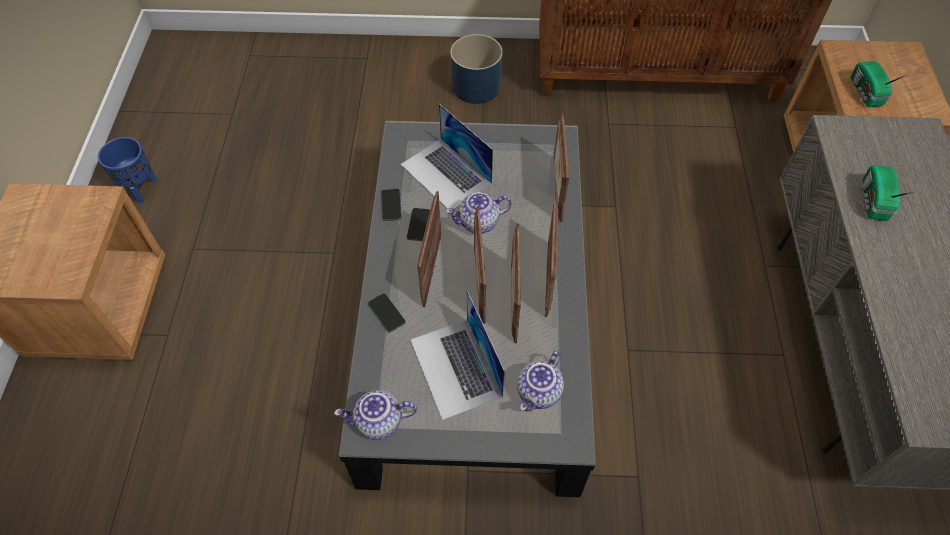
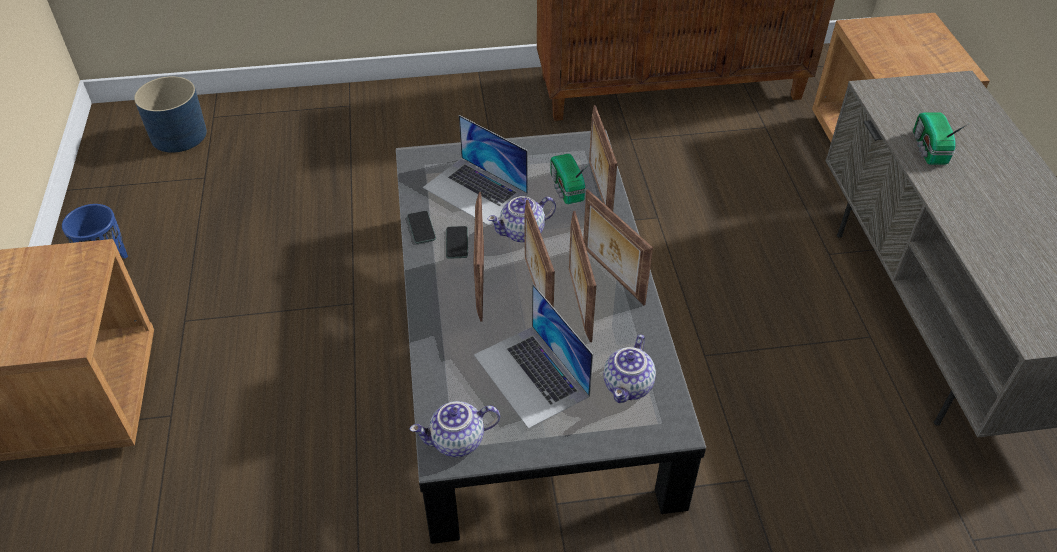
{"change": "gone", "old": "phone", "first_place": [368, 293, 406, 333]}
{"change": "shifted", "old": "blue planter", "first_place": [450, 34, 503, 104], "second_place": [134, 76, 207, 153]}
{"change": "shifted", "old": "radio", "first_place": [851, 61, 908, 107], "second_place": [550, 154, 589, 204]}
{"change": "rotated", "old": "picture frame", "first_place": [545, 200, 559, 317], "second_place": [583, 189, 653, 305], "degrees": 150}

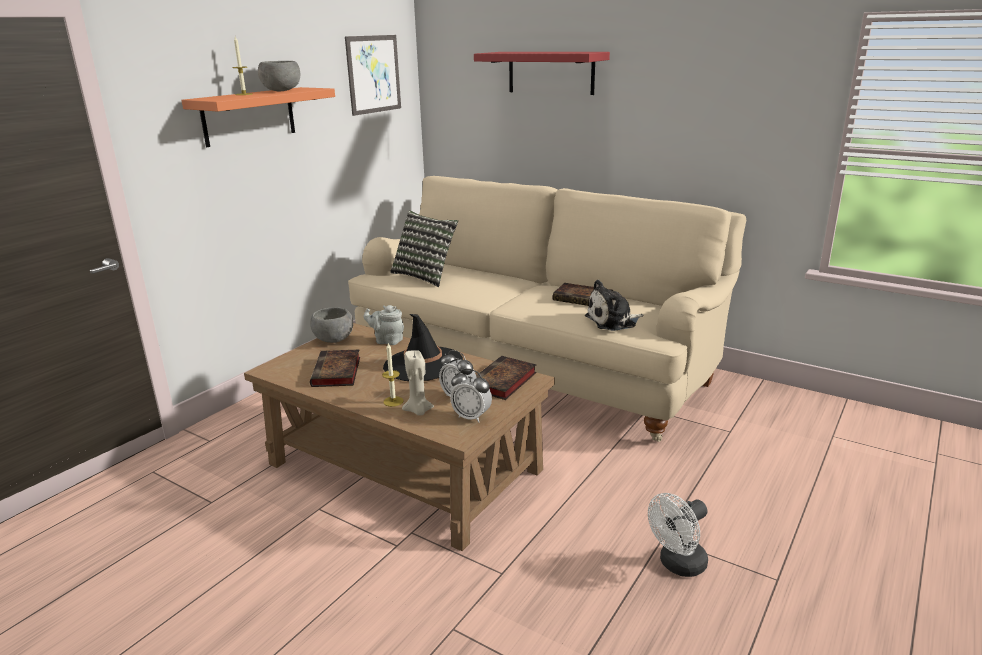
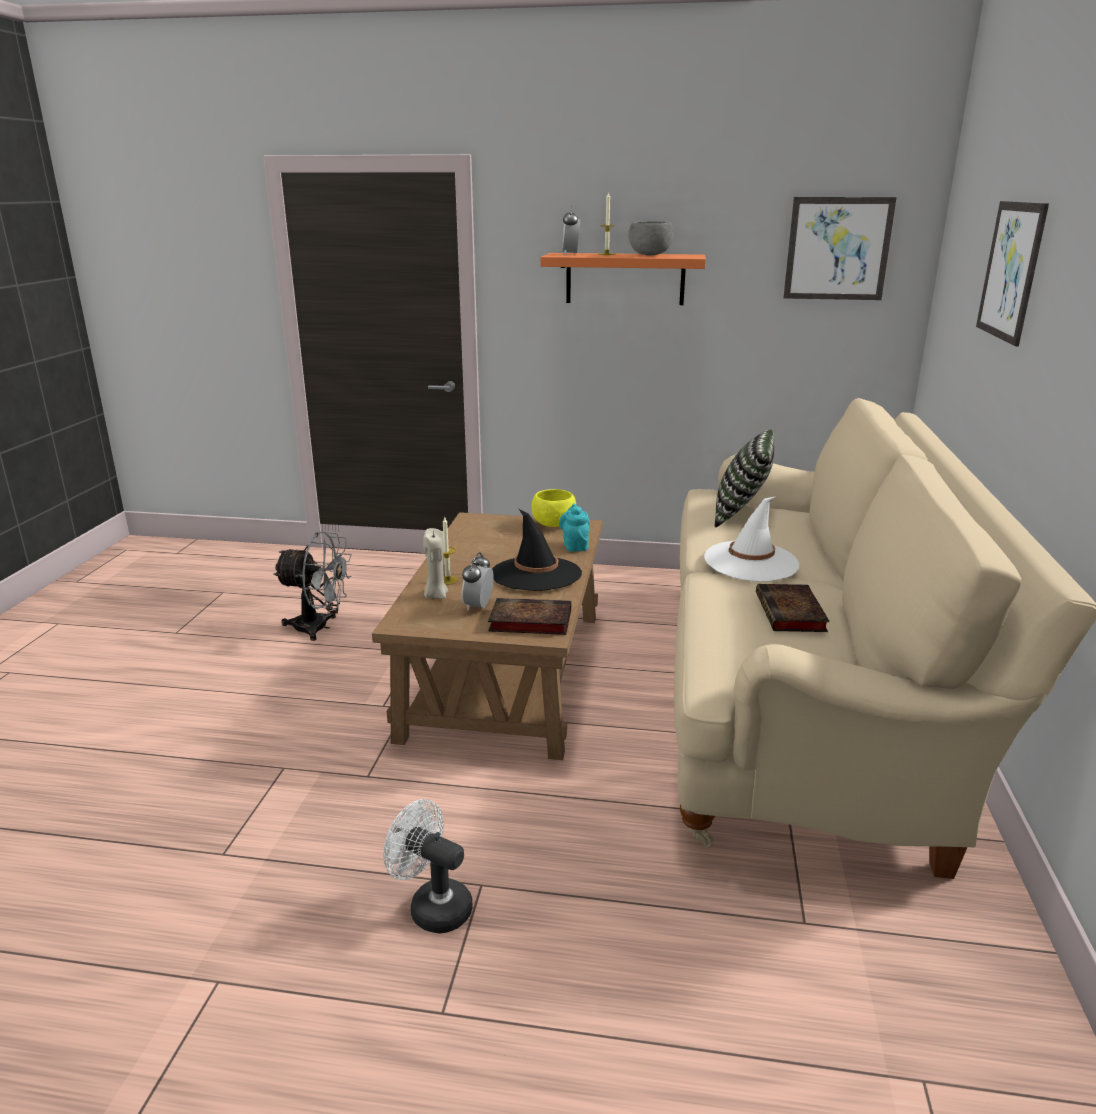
{"change": "gone", "old": "book", "first_place": [310, 349, 360, 387]}
{"change": "gone", "old": "plush toy", "first_place": [585, 280, 644, 331]}
{"change": "new", "new": "grey fan", "second_place": [273, 531, 352, 641]}
{"change": "new", "new": "white hat", "second_place": [704, 496, 799, 582]}
{"change": "shifted", "old": "alarm clock", "first_place": [450, 369, 492, 423], "second_place": [562, 206, 580, 255]}
{"change": "swapped", "old": "red shelf", "new": "picture", "first_place": [474, 52, 610, 95], "second_place": [976, 201, 1049, 346]}
{"change": "repainted", "old": "grey bowl", "new": "yellow bowl", "first_place": [310, 307, 353, 343], "second_place": [531, 489, 576, 527]}
{"change": "repainted", "old": "grey teapot", "new": "turquoise teapot", "first_place": [364, 305, 404, 345], "second_place": [559, 503, 590, 551]}

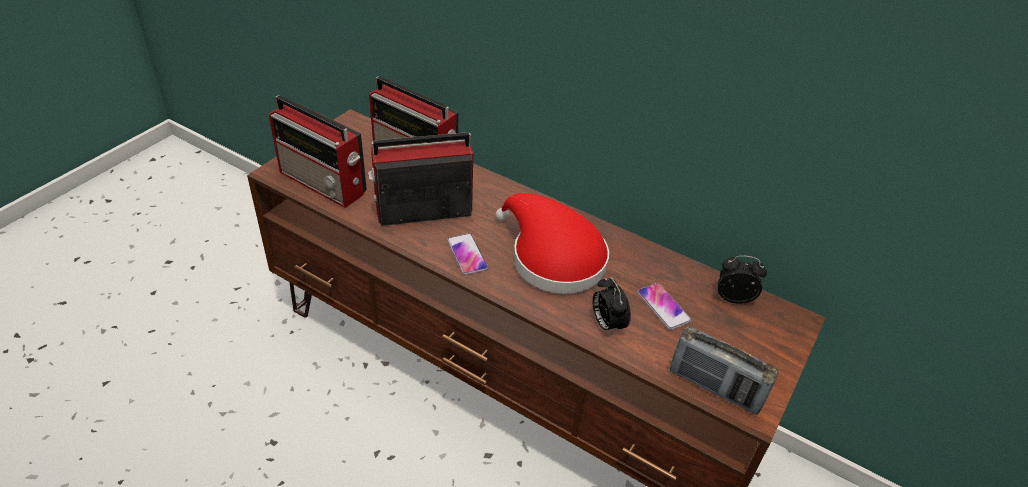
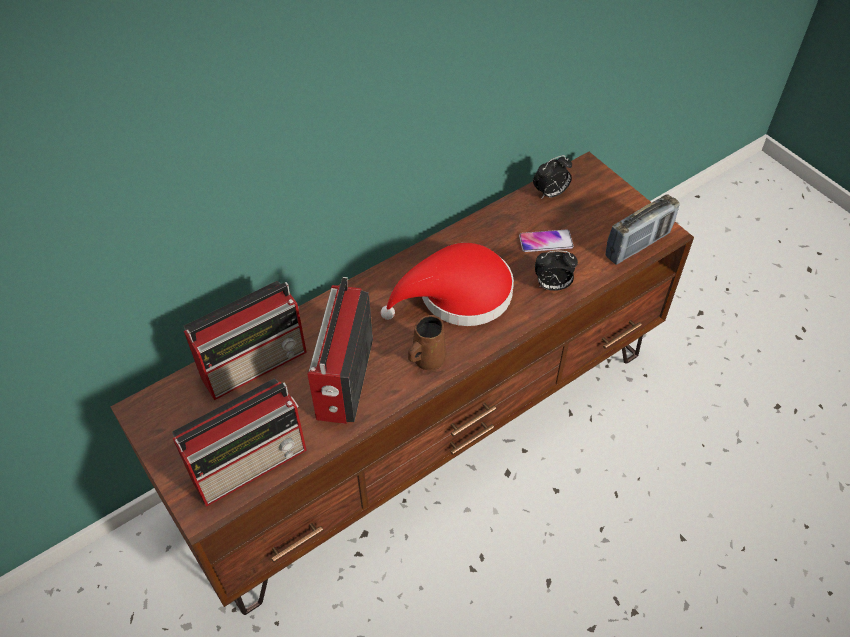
{"change": "swapped", "old": "phone", "new": "brown mug", "first_place": [447, 233, 488, 275], "second_place": [408, 315, 447, 370]}
{"change": "rotated", "old": "alarm clock", "first_place": [718, 255, 767, 304], "second_place": [533, 155, 572, 199], "degrees": -150}

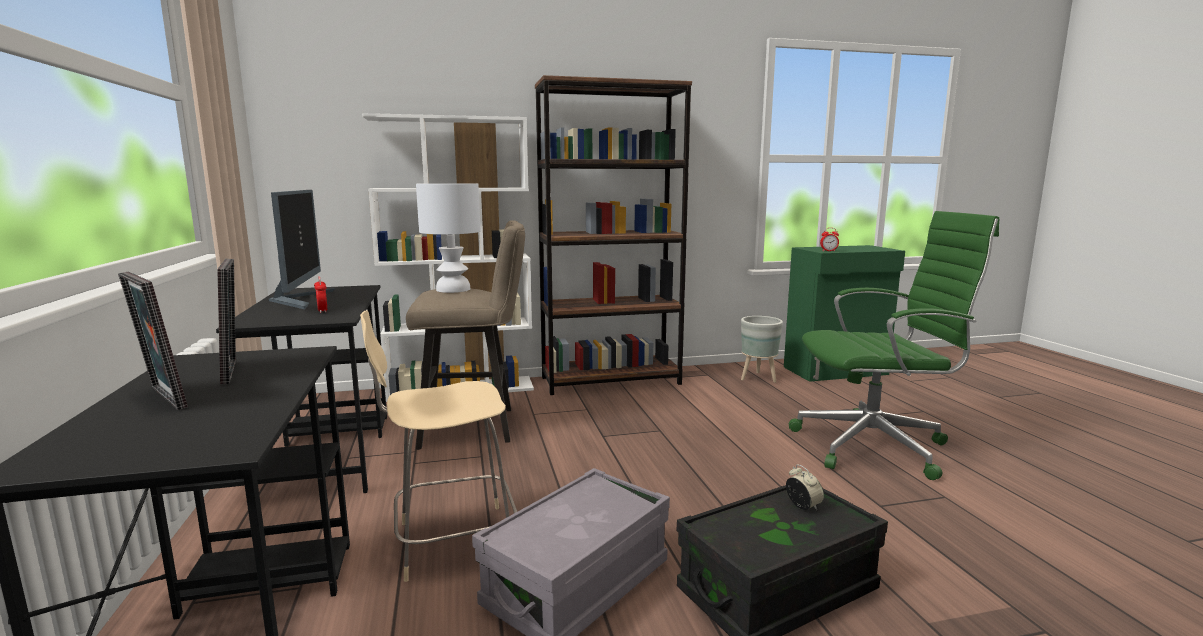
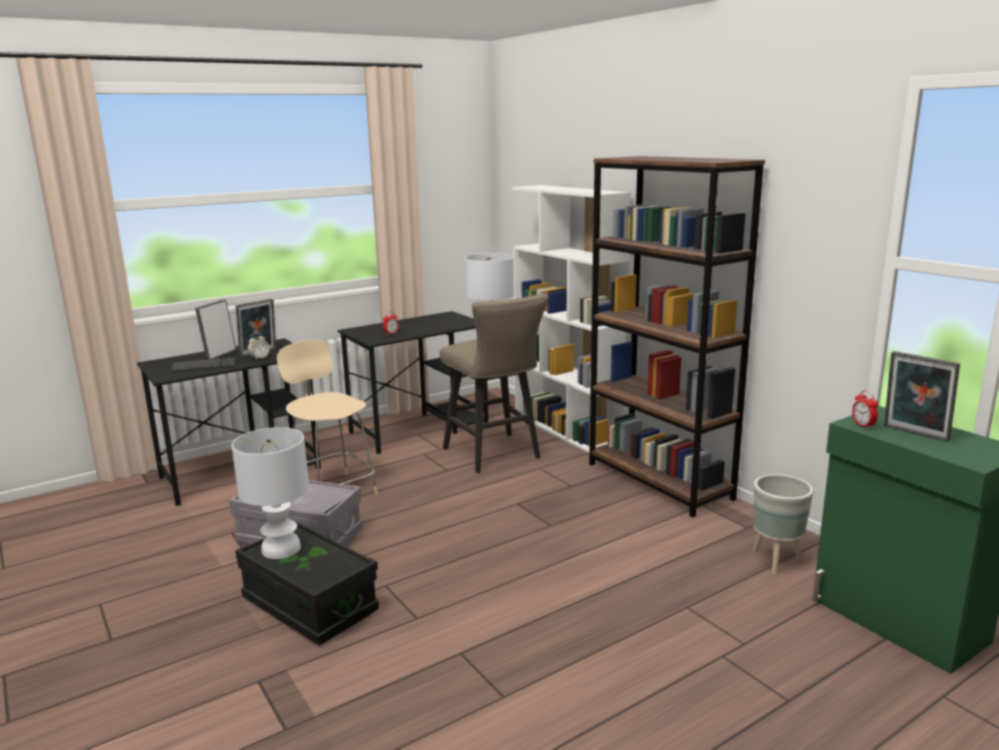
{"change": "gone", "old": "monitor", "first_place": [269, 190, 334, 309]}
{"change": "gone", "old": "green office chair", "first_place": [789, 211, 999, 480]}
{"change": "new", "new": "keyboard", "second_place": [170, 357, 236, 372]}
{"change": "new", "new": "white table lamp", "second_place": [232, 427, 309, 559]}
{"change": "new", "new": "picture frame", "second_place": [884, 351, 960, 442]}
{"change": "shifted", "old": "alarm clock", "first_place": [786, 464, 824, 510], "second_place": [248, 333, 269, 360]}

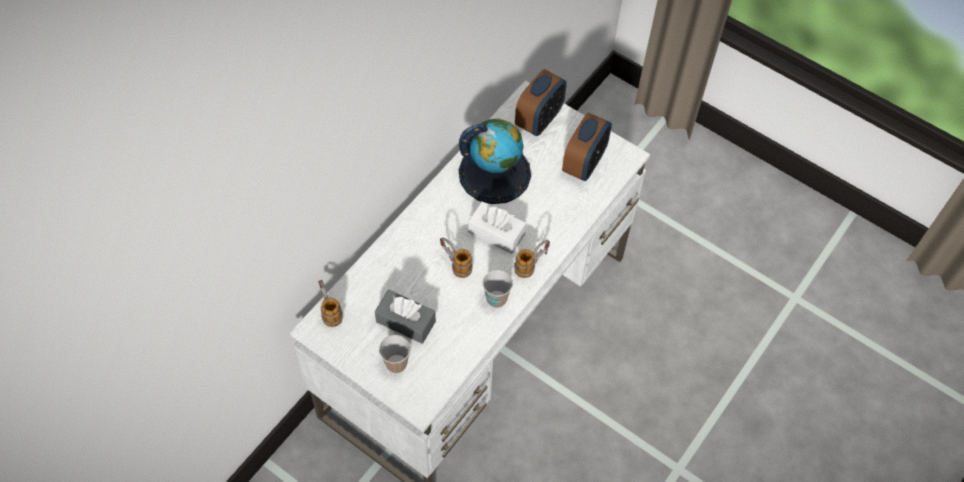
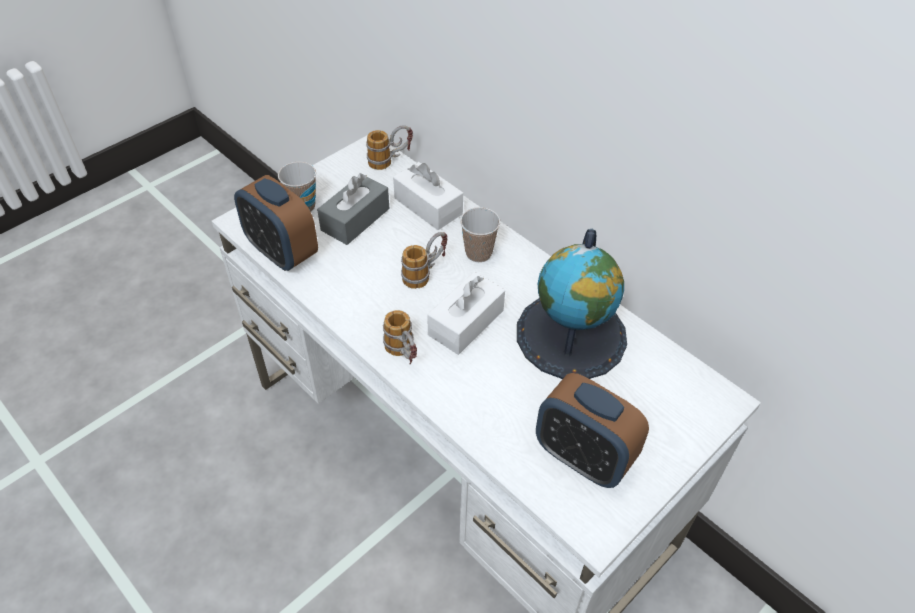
{"change": "new", "new": "white tissue box", "second_place": [393, 162, 463, 230]}
{"change": "shifted", "old": "cup", "first_place": [483, 270, 513, 308], "second_place": [460, 207, 500, 262]}
{"change": "shifted", "old": "alarm clock", "first_place": [515, 69, 567, 136], "second_place": [234, 175, 318, 271]}

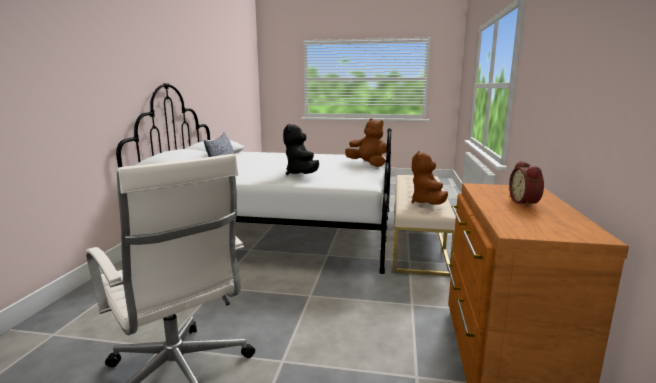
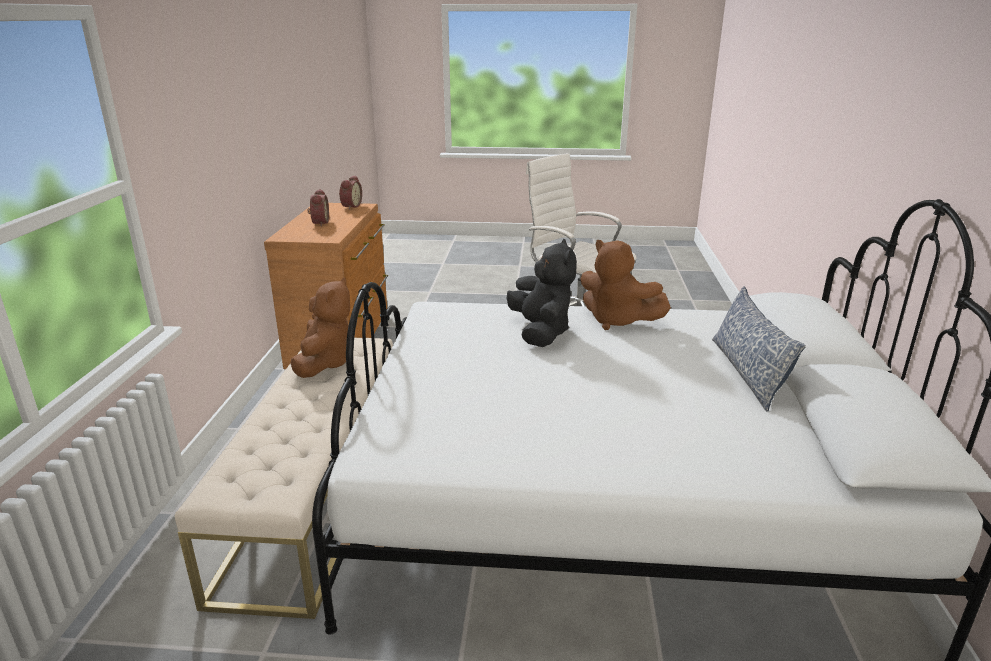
{"change": "new", "new": "alarm clock", "second_place": [339, 176, 362, 210]}
{"change": "shifted", "old": "brown plush toy", "first_place": [345, 119, 387, 167], "second_place": [580, 239, 671, 330]}

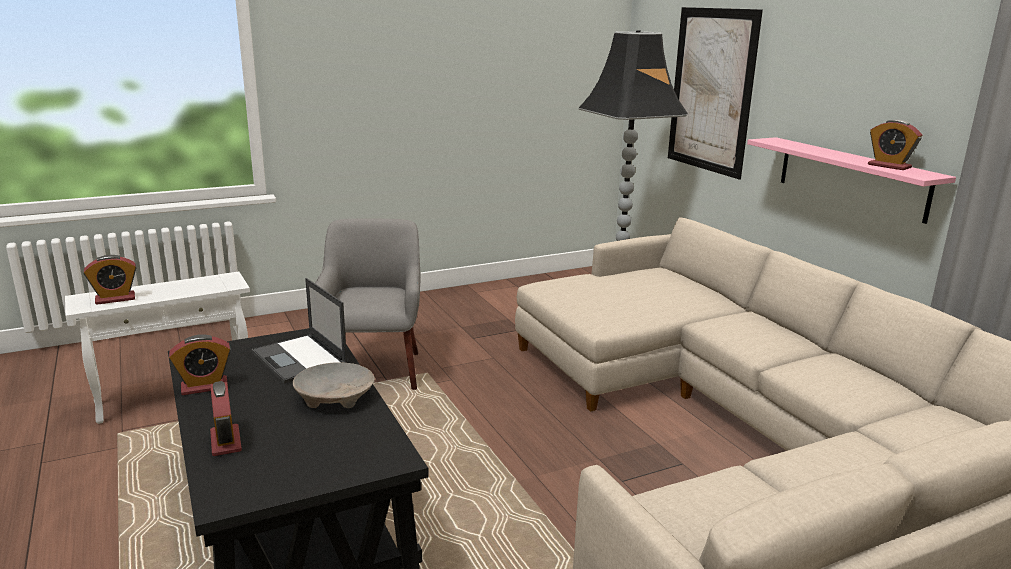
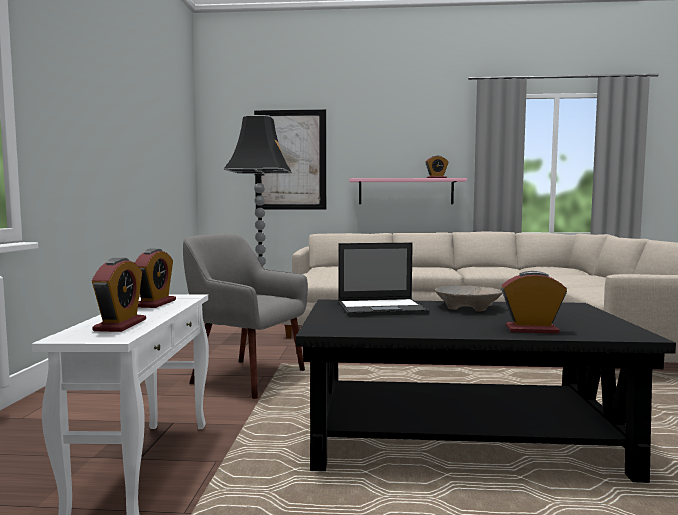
{"change": "shifted", "old": "alarm clock", "first_place": [169, 334, 231, 395], "second_place": [135, 249, 176, 308]}

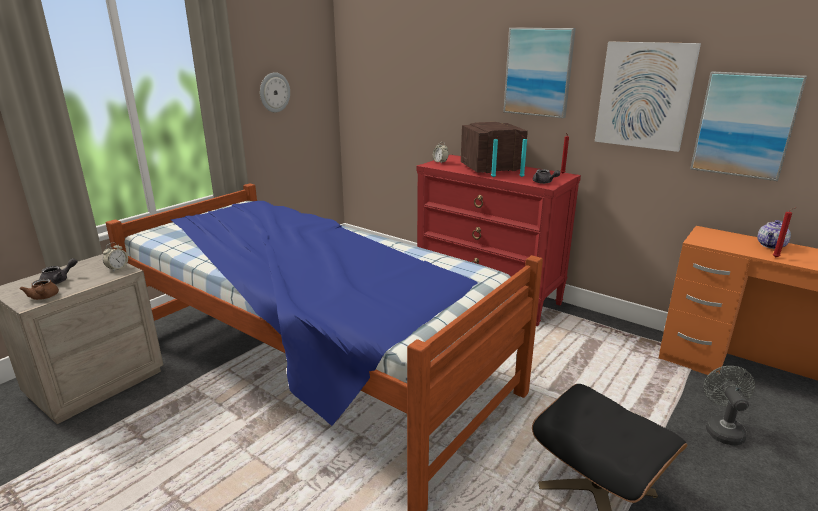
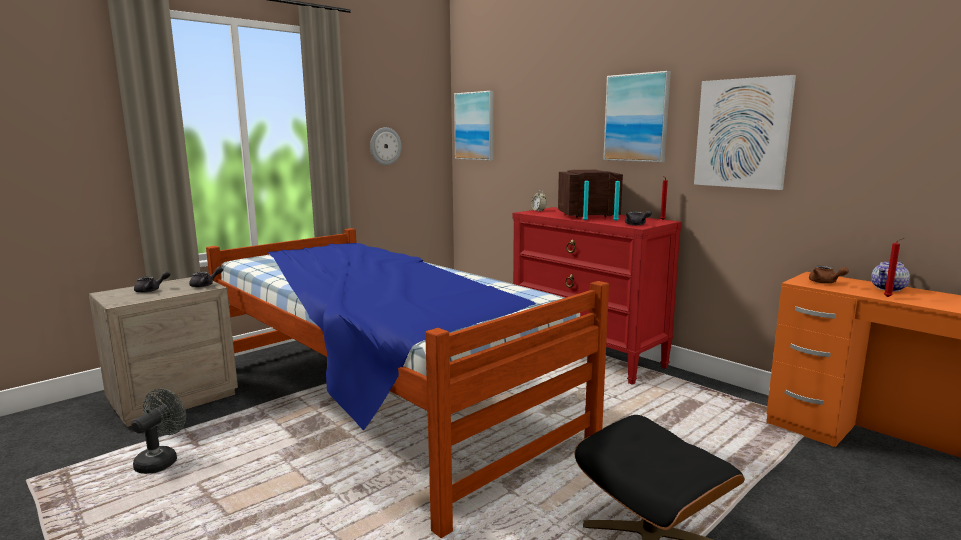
{"change": "shifted", "old": "brown teapot", "first_place": [20, 279, 59, 300], "second_place": [809, 266, 849, 284]}
{"change": "shifted", "old": "picture", "first_place": [690, 71, 807, 181], "second_place": [454, 91, 493, 160]}
{"change": "shifted", "old": "grey fan", "first_place": [703, 366, 755, 445], "second_place": [131, 389, 186, 474]}
{"change": "swapped", "old": "alarm clock", "new": "grey teapot", "first_place": [103, 243, 128, 272], "second_place": [189, 266, 223, 287]}

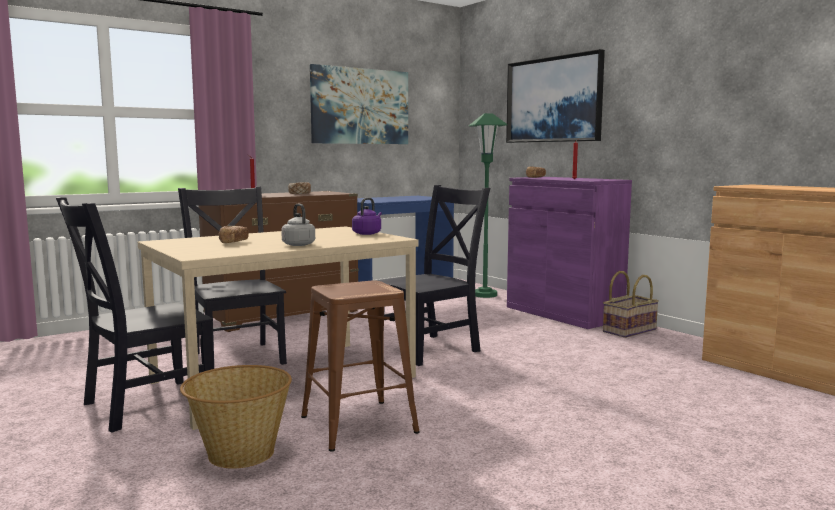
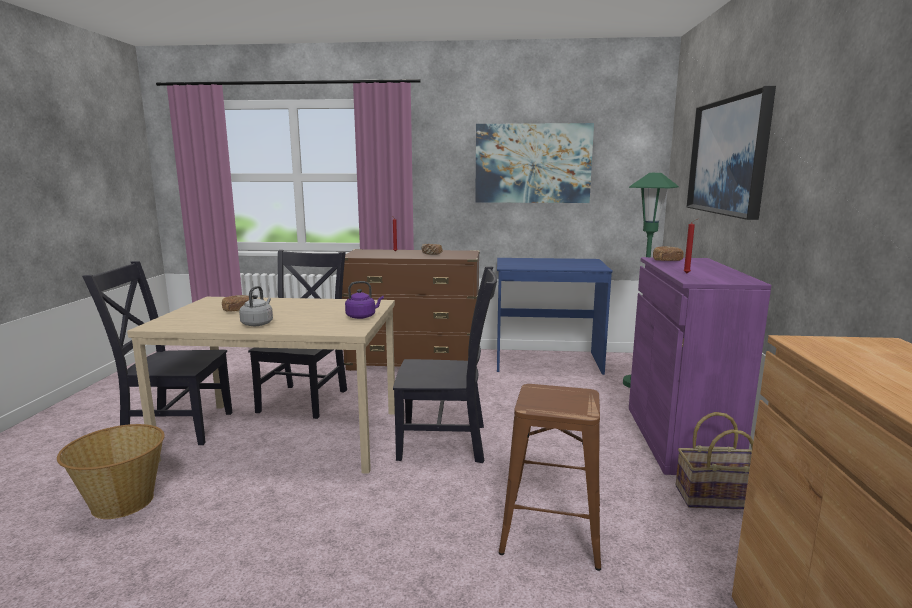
{"change": "shifted", "old": "brown stool", "first_place": [301, 281, 420, 452], "second_place": [499, 384, 601, 571]}

